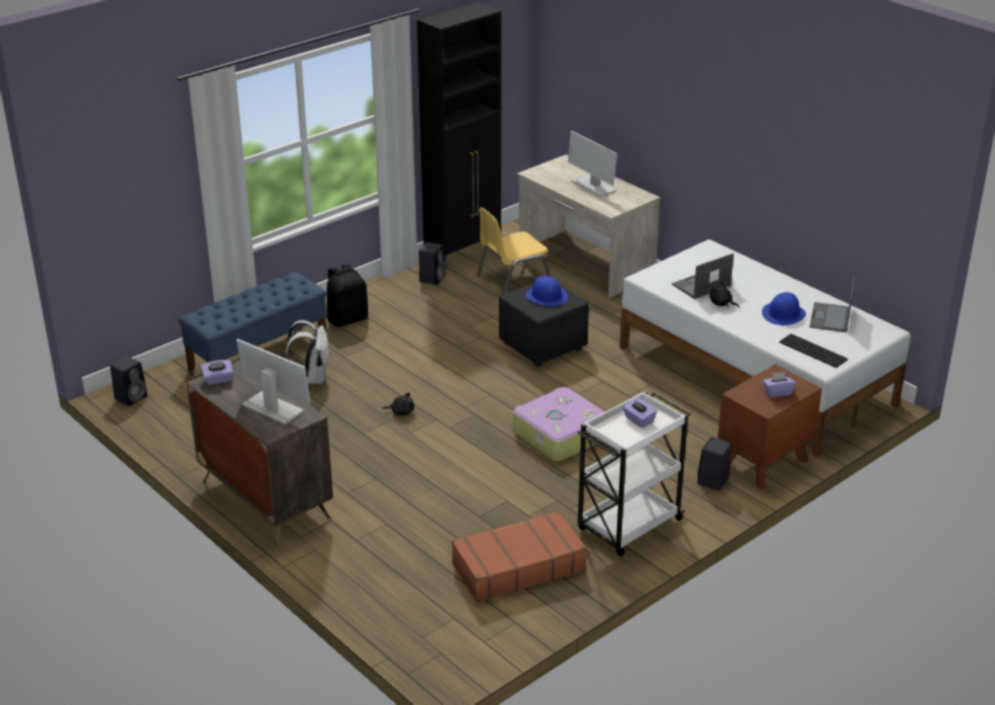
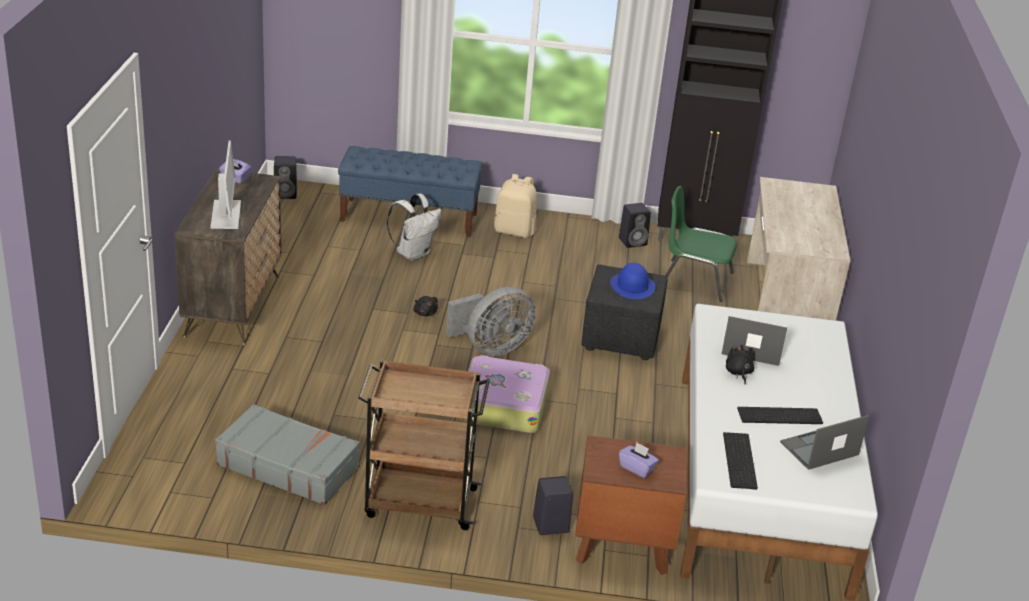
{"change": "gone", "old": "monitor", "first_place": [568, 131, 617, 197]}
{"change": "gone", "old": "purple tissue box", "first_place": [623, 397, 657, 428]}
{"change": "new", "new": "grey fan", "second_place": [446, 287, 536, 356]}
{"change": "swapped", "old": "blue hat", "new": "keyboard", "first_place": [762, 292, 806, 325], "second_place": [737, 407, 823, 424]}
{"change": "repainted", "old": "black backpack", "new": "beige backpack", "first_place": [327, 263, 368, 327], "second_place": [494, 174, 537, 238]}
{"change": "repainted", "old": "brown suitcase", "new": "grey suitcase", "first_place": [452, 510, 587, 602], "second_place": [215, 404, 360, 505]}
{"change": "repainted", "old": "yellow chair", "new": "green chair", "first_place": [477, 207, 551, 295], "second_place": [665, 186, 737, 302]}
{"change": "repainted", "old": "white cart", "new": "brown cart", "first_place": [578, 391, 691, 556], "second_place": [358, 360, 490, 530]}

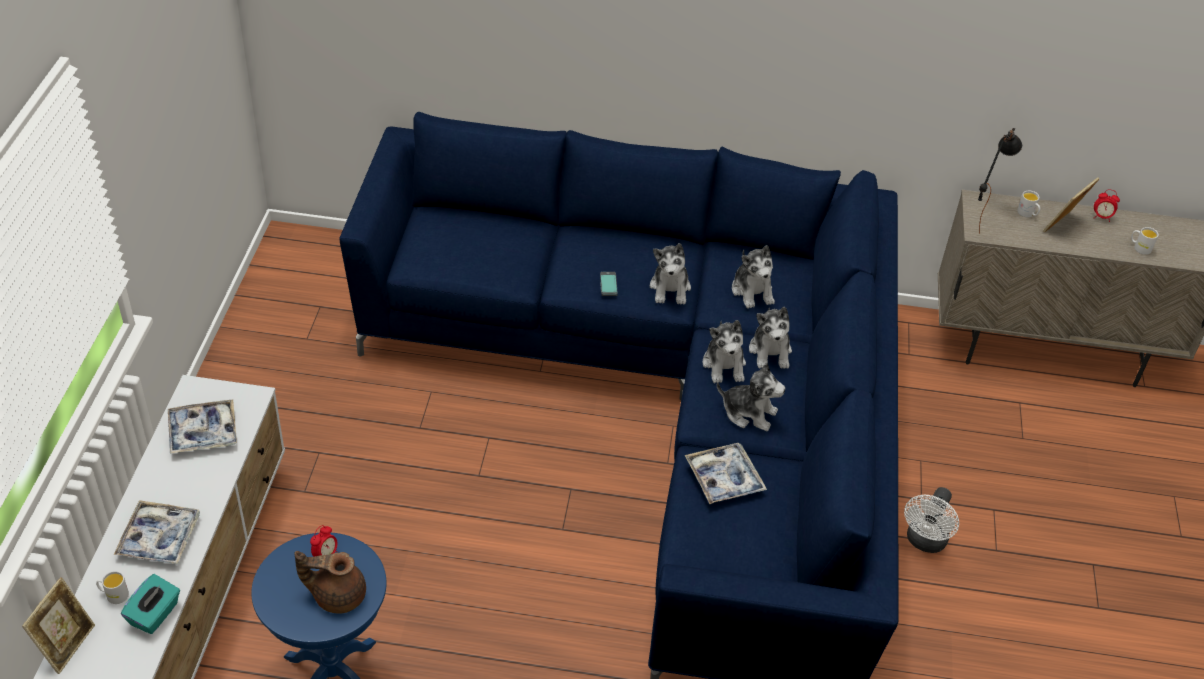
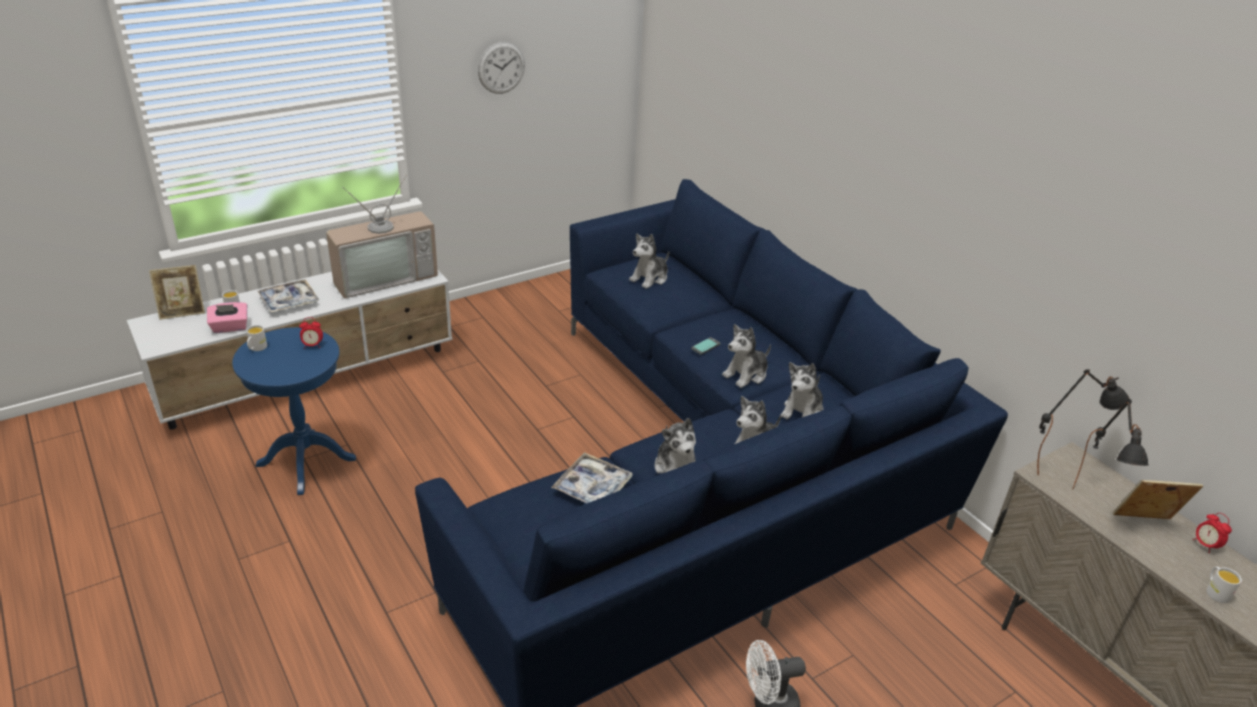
{"change": "gone", "old": "brown teapot", "first_place": [294, 551, 366, 614]}
{"change": "new", "new": "wall clock", "second_place": [478, 42, 525, 94]}
{"change": "new", "new": "black table lamp", "second_place": [1072, 399, 1149, 490]}
{"change": "shifted", "old": "plush toy", "first_place": [703, 320, 746, 383], "second_place": [629, 233, 669, 289]}
{"change": "shifted", "old": "white mug", "first_place": [1017, 190, 1040, 217], "second_place": [246, 325, 267, 351]}
{"change": "swapped", "old": "tray", "new": "television", "first_place": [168, 399, 237, 454], "second_place": [326, 175, 438, 298]}
{"change": "repainted", "old": "turquoise tissue box", "new": "pink tissue box", "first_place": [121, 574, 180, 634], "second_place": [207, 302, 247, 333]}

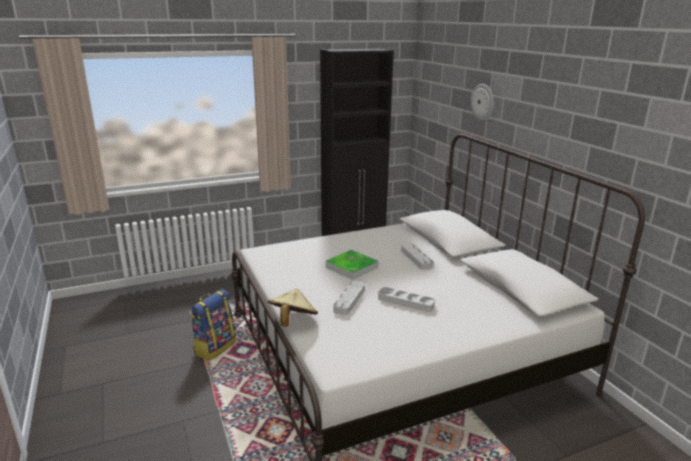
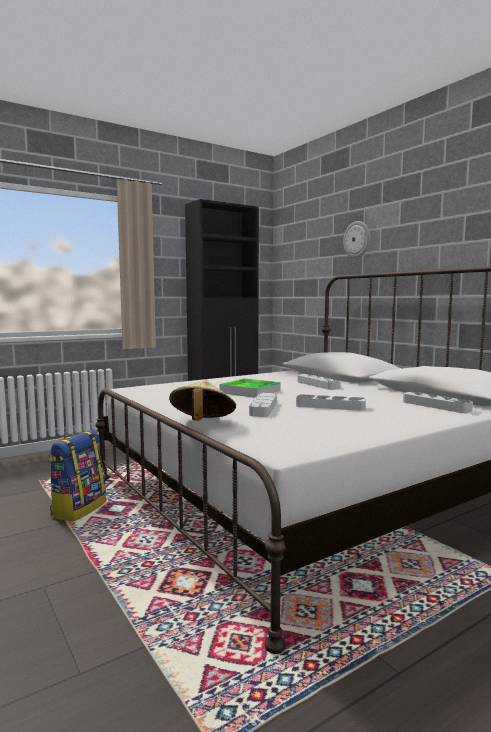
{"change": "new", "new": "grey tray", "second_place": [403, 392, 473, 413]}

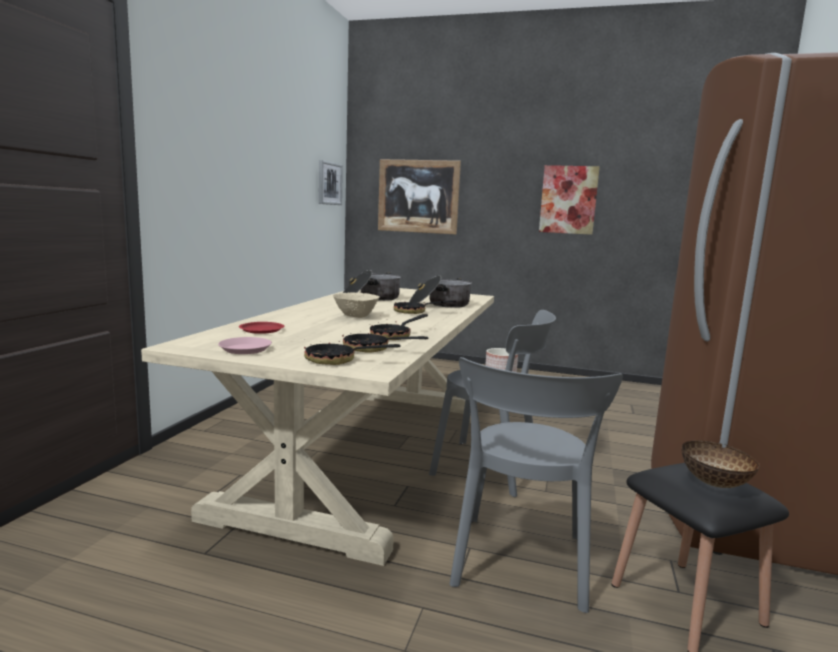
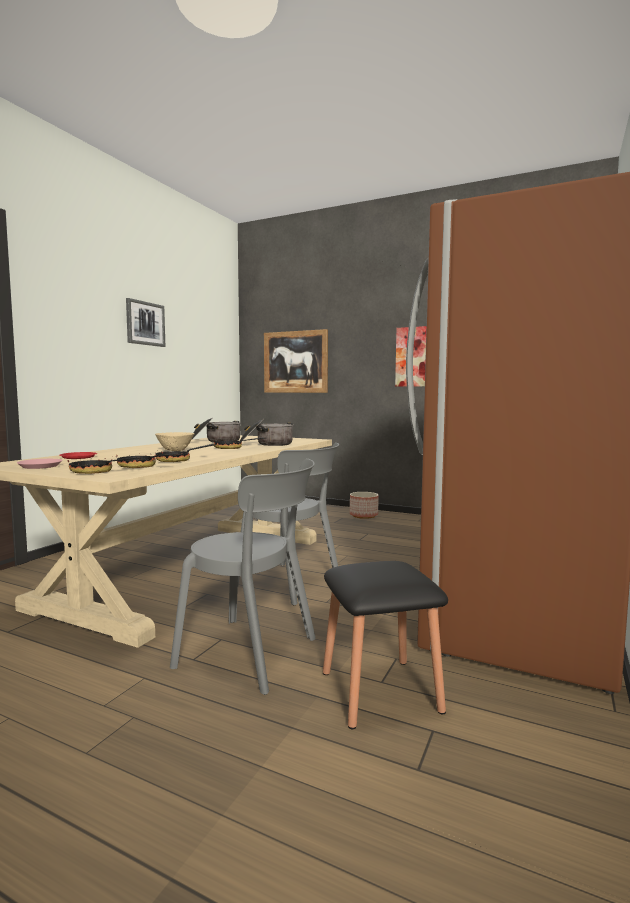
{"change": "gone", "old": "bowl", "first_place": [682, 440, 760, 488]}
{"change": "shifted", "old": "picture", "first_place": [319, 160, 343, 205], "second_place": [126, 298, 165, 347]}
{"change": "rotated", "old": "grey chair", "first_place": [450, 357, 623, 613], "second_place": [170, 459, 316, 695], "degrees": -90}

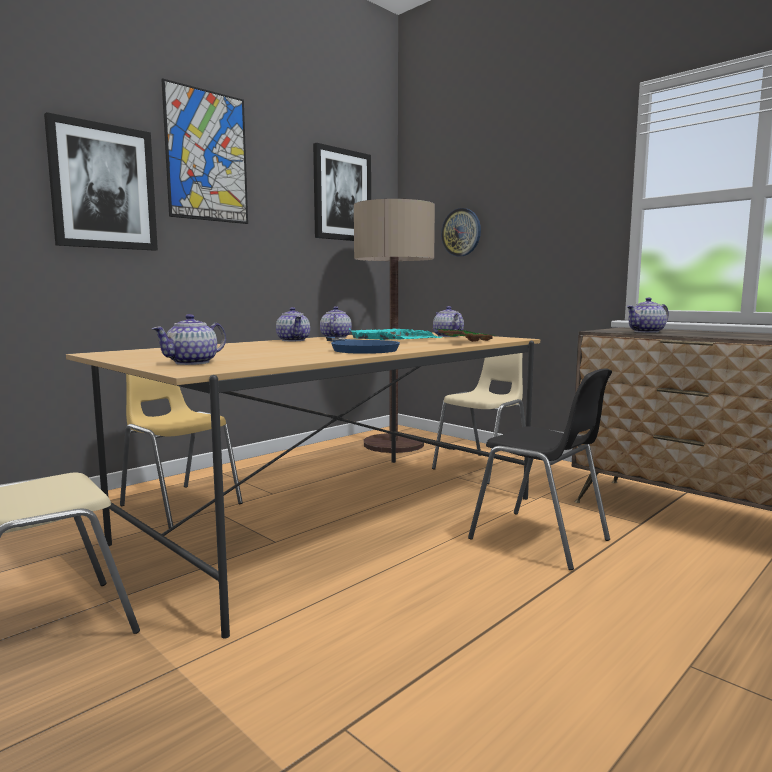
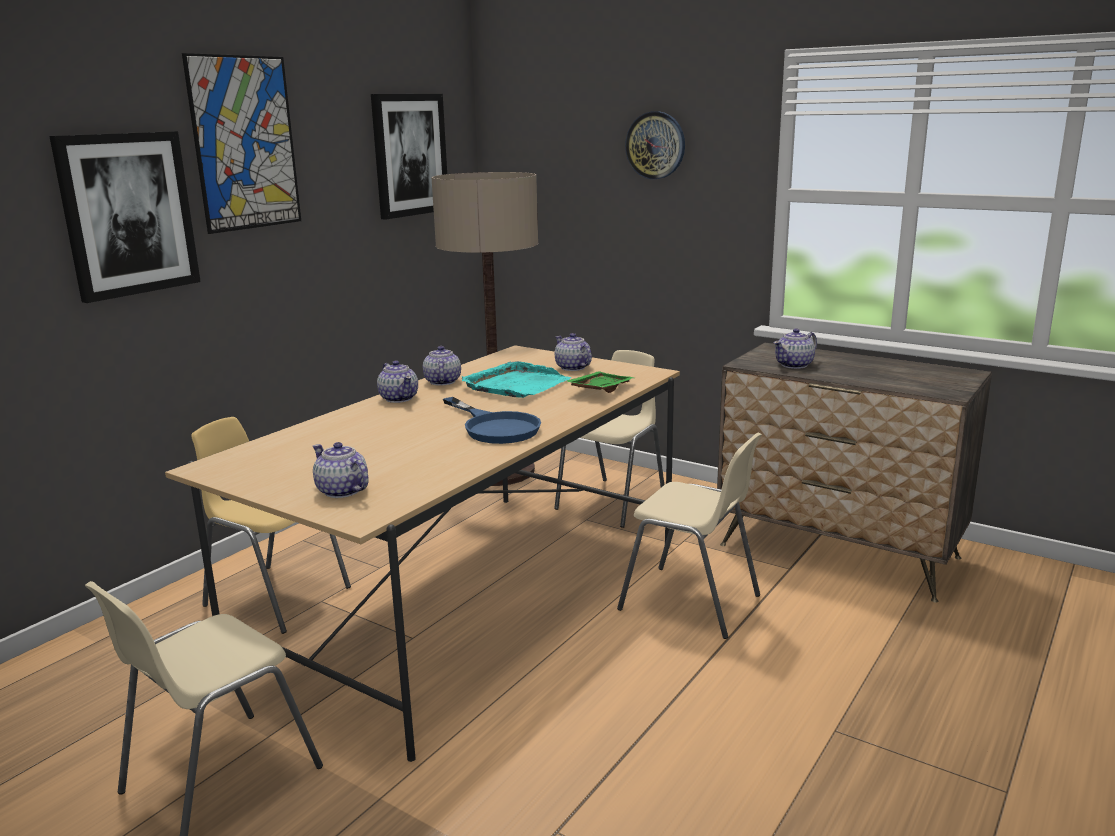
{"change": "shifted", "old": "wall clock", "first_place": [441, 208, 481, 256], "second_place": [625, 111, 685, 179]}
{"change": "repainted", "old": "black chair", "new": "beige chair", "first_place": [468, 368, 612, 570], "second_place": [617, 433, 762, 639]}
{"change": "rotated", "old": "teapot", "first_place": [152, 314, 226, 365], "second_place": [313, 442, 369, 498], "degrees": 105}

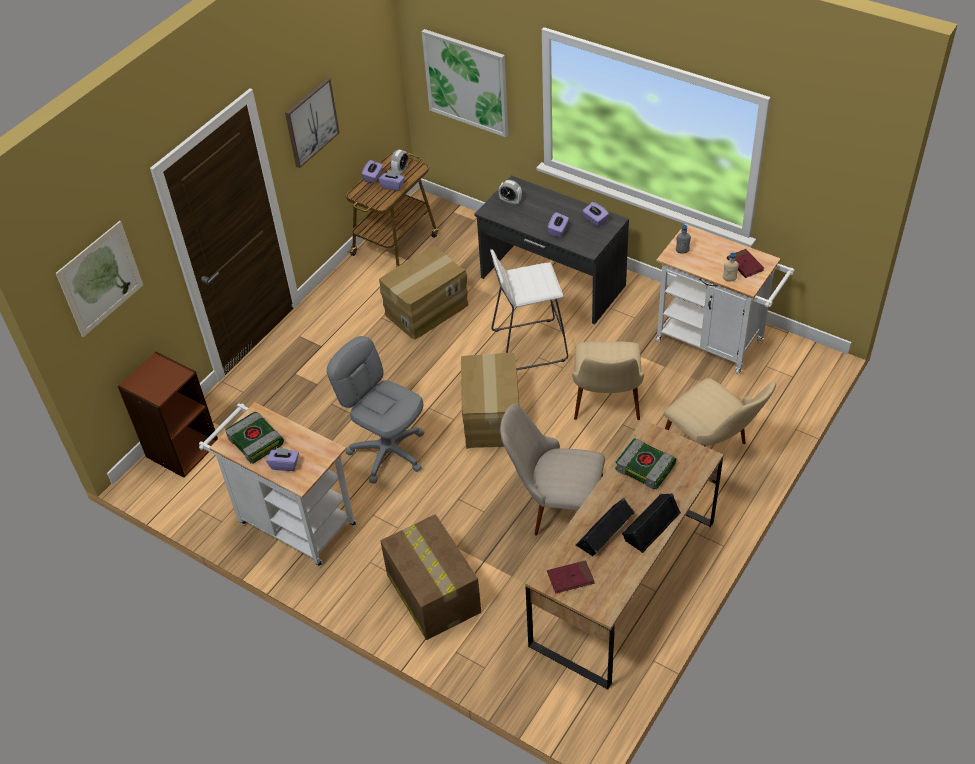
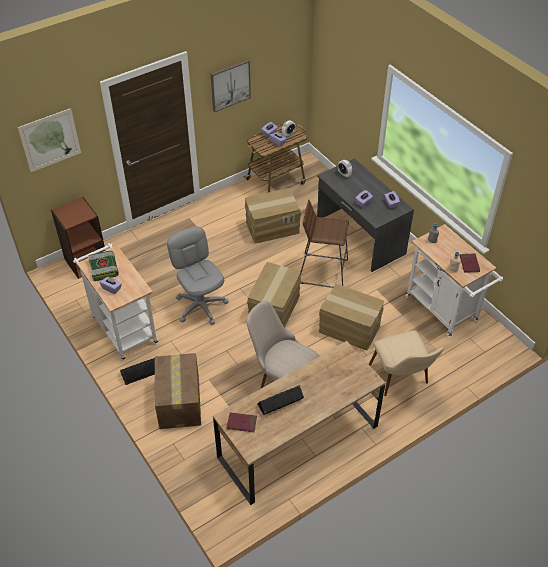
{"change": "gone", "old": "picture", "first_place": [422, 29, 508, 137]}
{"change": "gone", "old": "book", "first_place": [615, 438, 676, 490]}
{"change": "shifted", "old": "black speaker", "first_place": [622, 493, 681, 553], "second_place": [120, 358, 155, 385]}
{"change": "swapped", "old": "beige chair", "new": "cardboard box", "first_place": [572, 341, 644, 420], "second_place": [319, 284, 384, 350]}
{"change": "repainted", "old": "white stool", "new": "brown stool", "first_place": [490, 249, 568, 370], "second_place": [300, 200, 349, 288]}

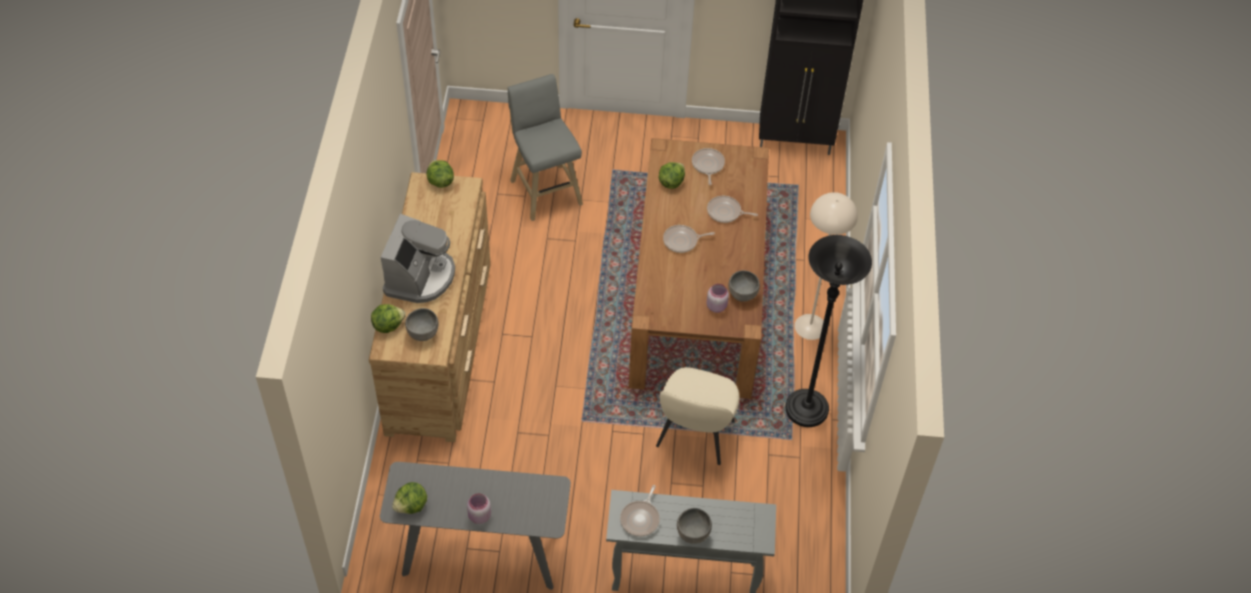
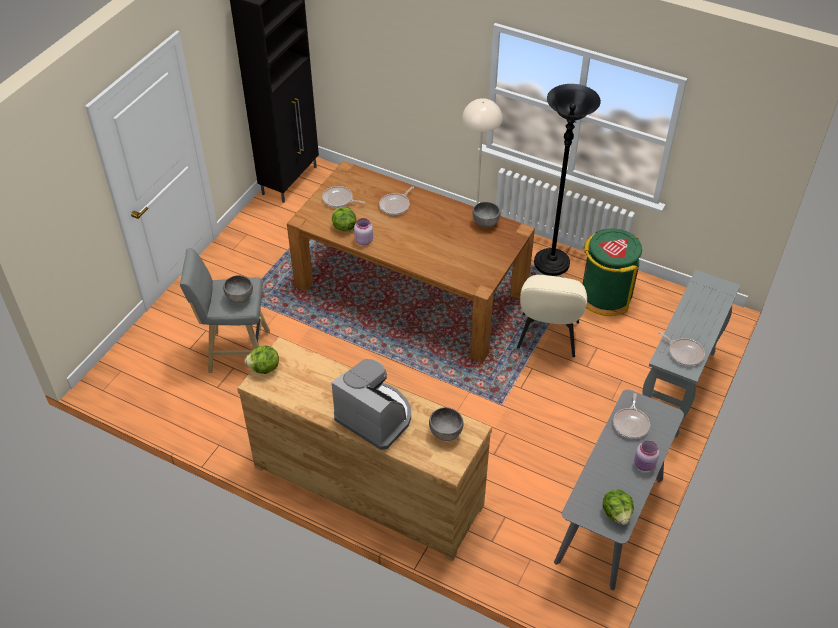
{"change": "gone", "old": "lettuce", "first_place": [371, 304, 406, 333]}
{"change": "new", "new": "green trash can", "second_place": [582, 229, 642, 316]}
{"change": "shifted", "old": "frying pan", "first_place": [663, 225, 715, 253], "second_place": [613, 393, 650, 439]}
{"change": "shifted", "old": "grey bowl", "first_place": [677, 508, 712, 544], "second_place": [223, 275, 253, 303]}
{"change": "shifted", "old": "pink jar", "first_place": [707, 284, 729, 313], "second_place": [354, 218, 373, 245]}
{"change": "rotated", "old": "beige chair", "first_place": [656, 367, 739, 465], "second_place": [517, 275, 587, 357], "degrees": 60}

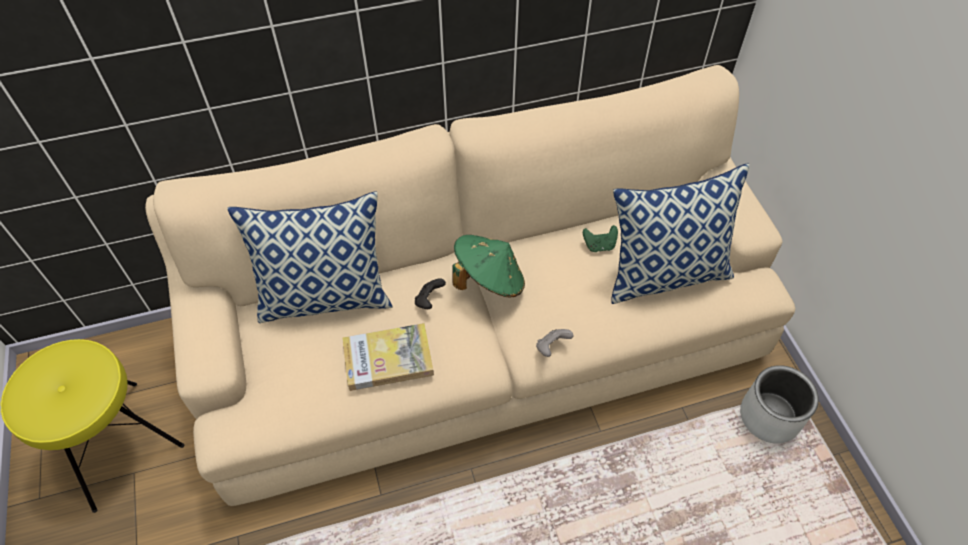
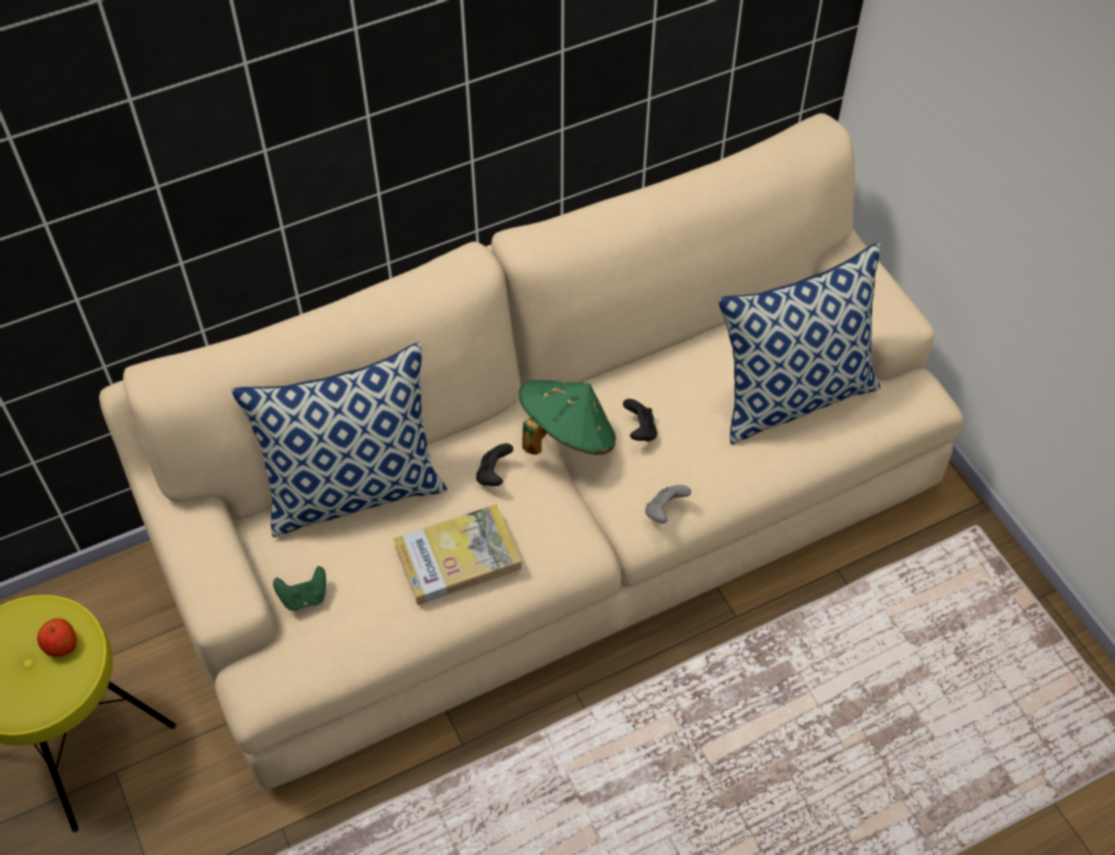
{"change": "gone", "old": "grey planter", "first_place": [740, 365, 819, 444]}
{"change": "new", "new": "apple", "second_place": [37, 618, 77, 657]}
{"change": "new", "new": "black game controller", "second_place": [623, 399, 657, 442]}
{"change": "shifted", "old": "green game controller", "first_place": [583, 225, 618, 252], "second_place": [273, 566, 326, 611]}

